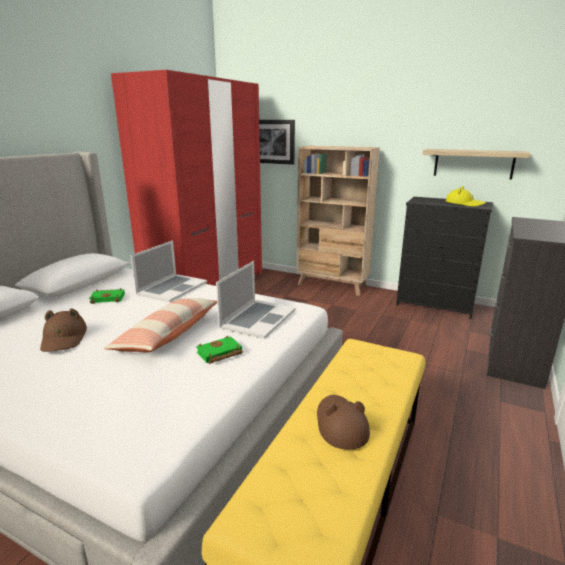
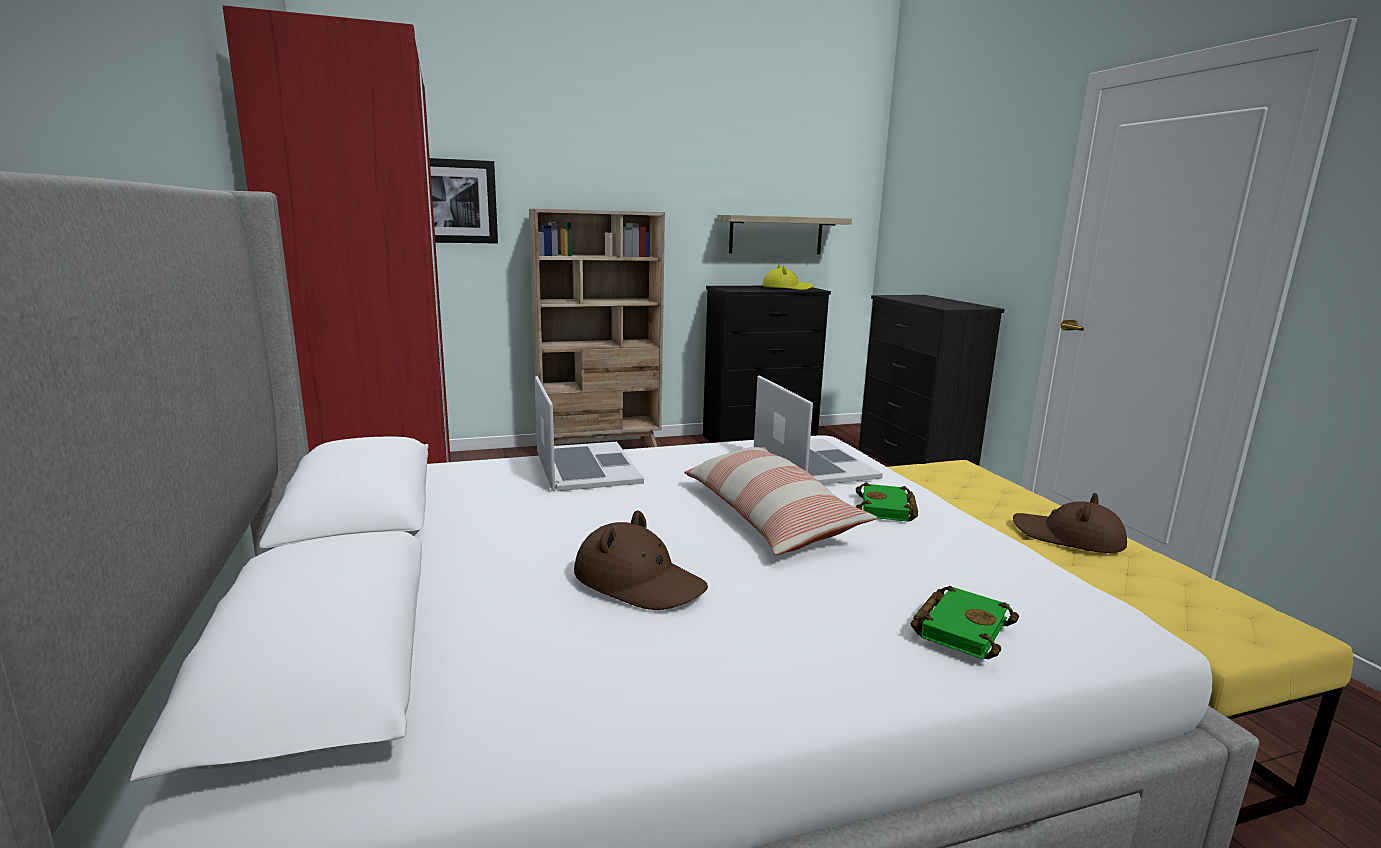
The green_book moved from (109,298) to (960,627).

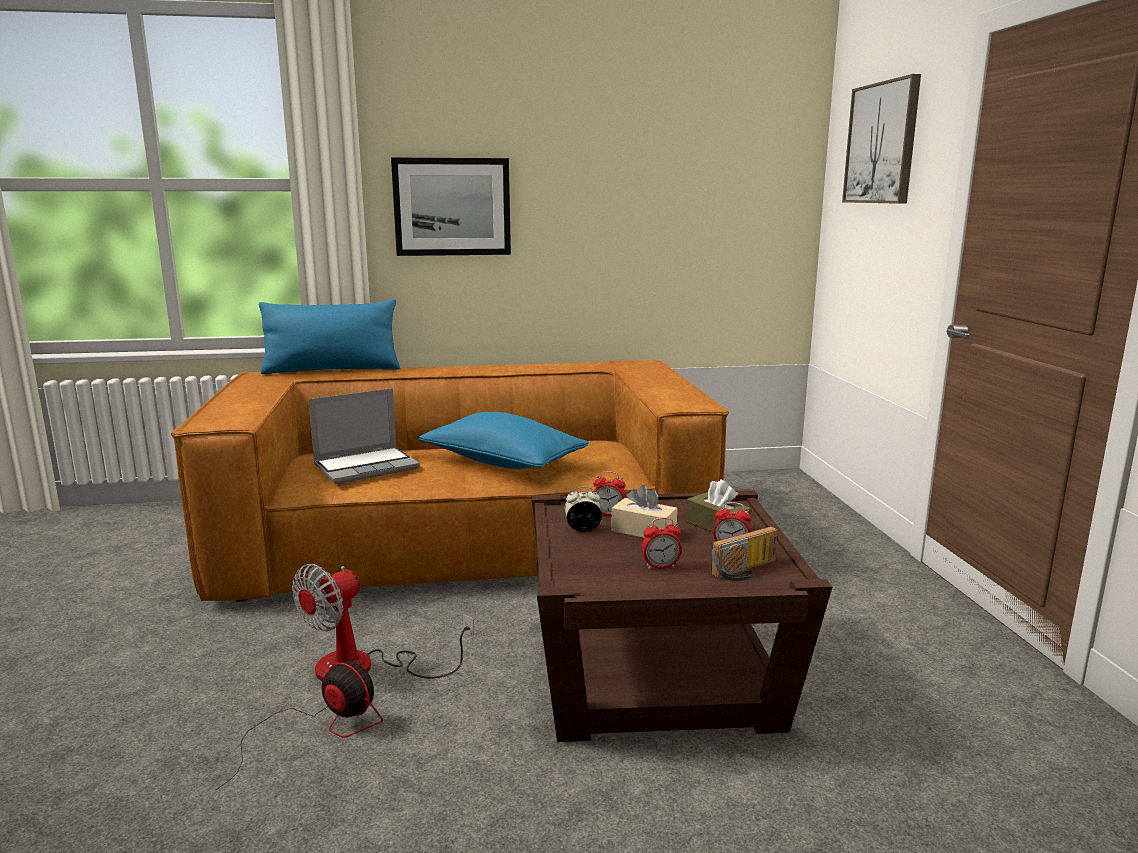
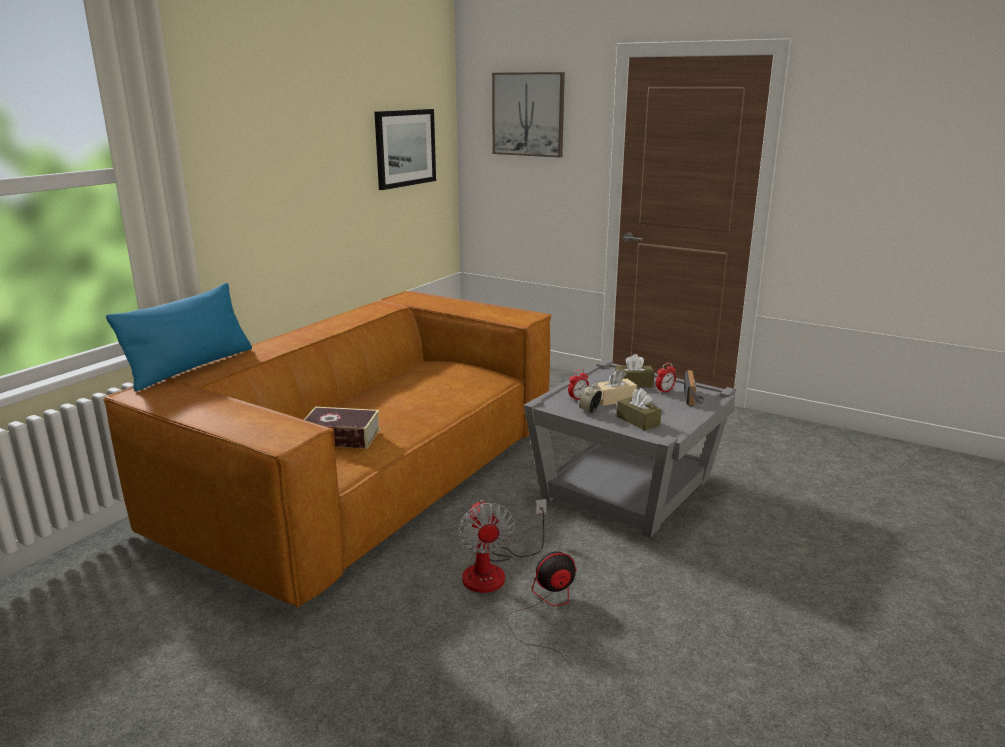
The blue_pillow at (503,463) disappeared. The alarm_clock at (660,566) disappeared. The brown_tissue_box at (638,421) appeared. The picture moved from (452,207) to (405,148). The laptop at (367,466) was replaced by the book at (341,437). The brown_side_table at (656,677) became the grey_side_table at (625,488).

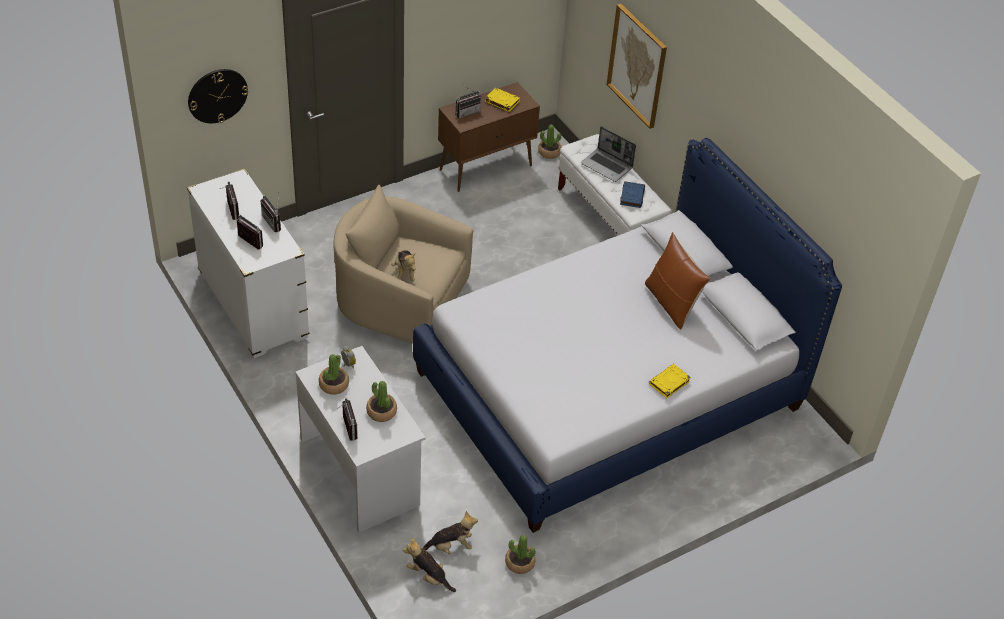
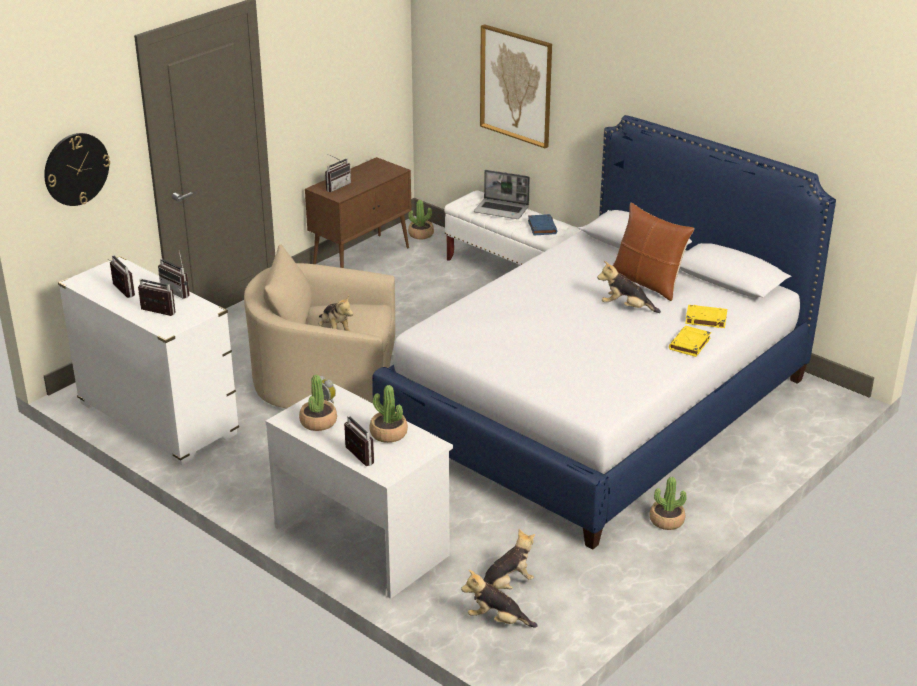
The plush_toy at (626,308) appeared. The yellow_book moved from (501,101) to (705,319). The potted_plant moved from (519,563) to (666,520).

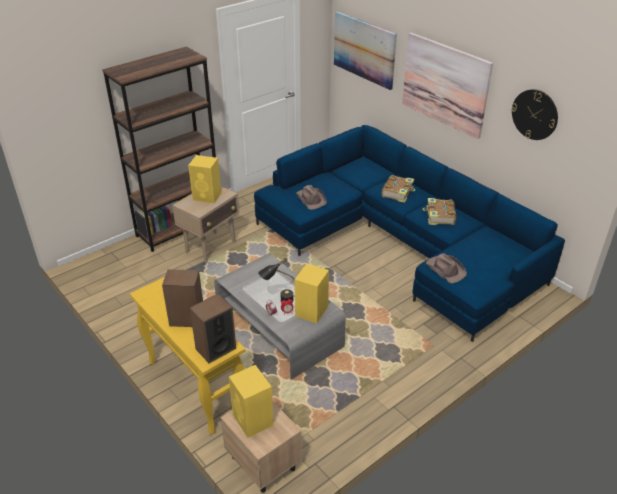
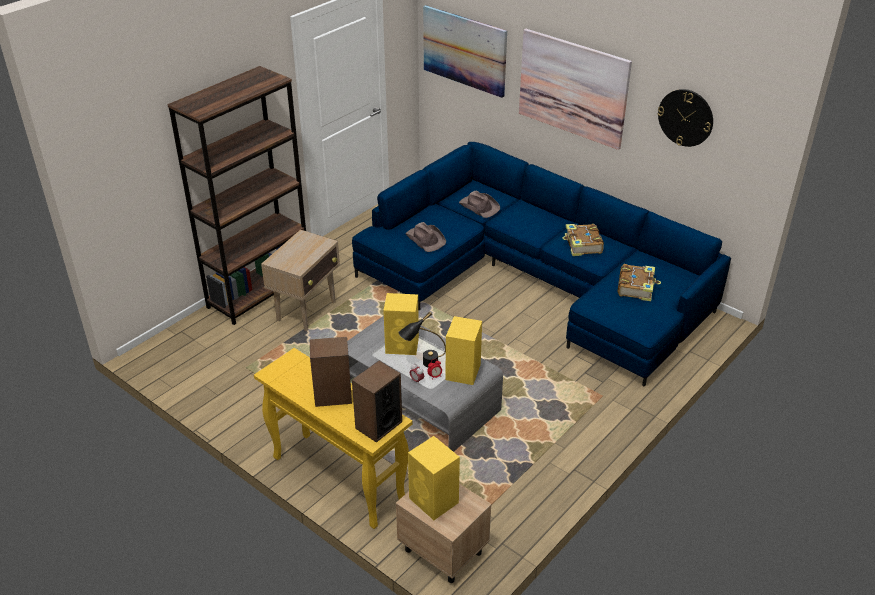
The yellow_speaker moved from (207,196) to (403,345). The book moved from (398,193) to (636,287). The brown_hat moved from (445,269) to (479,206).

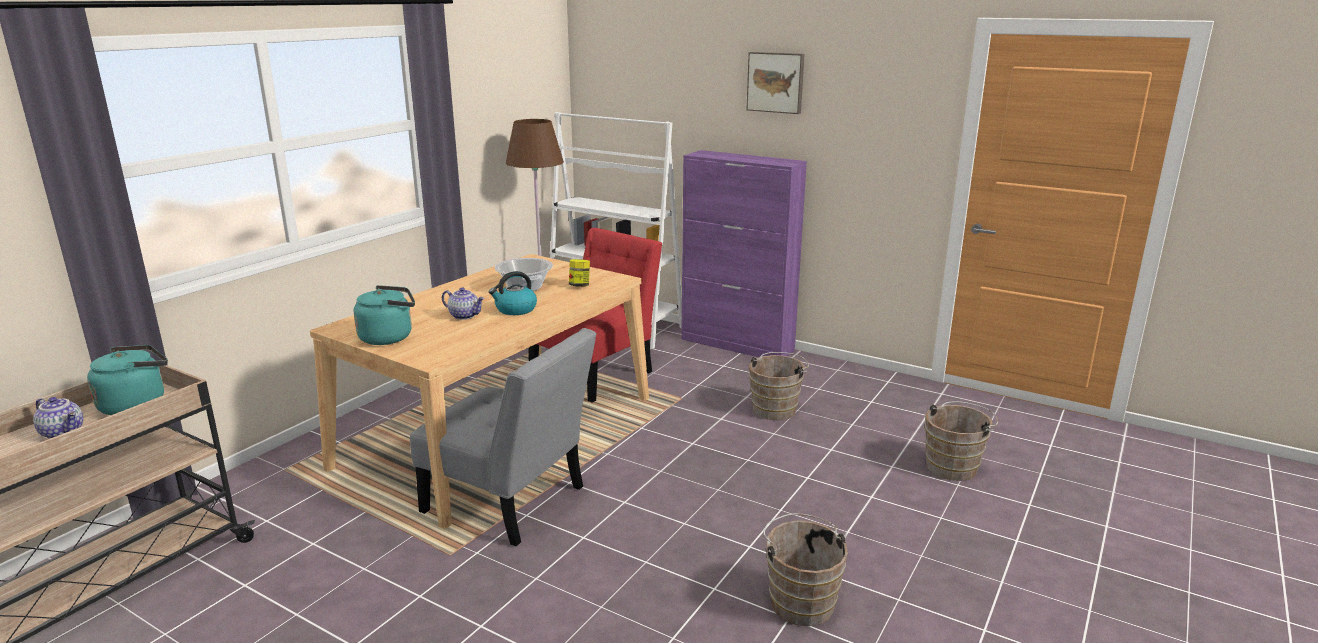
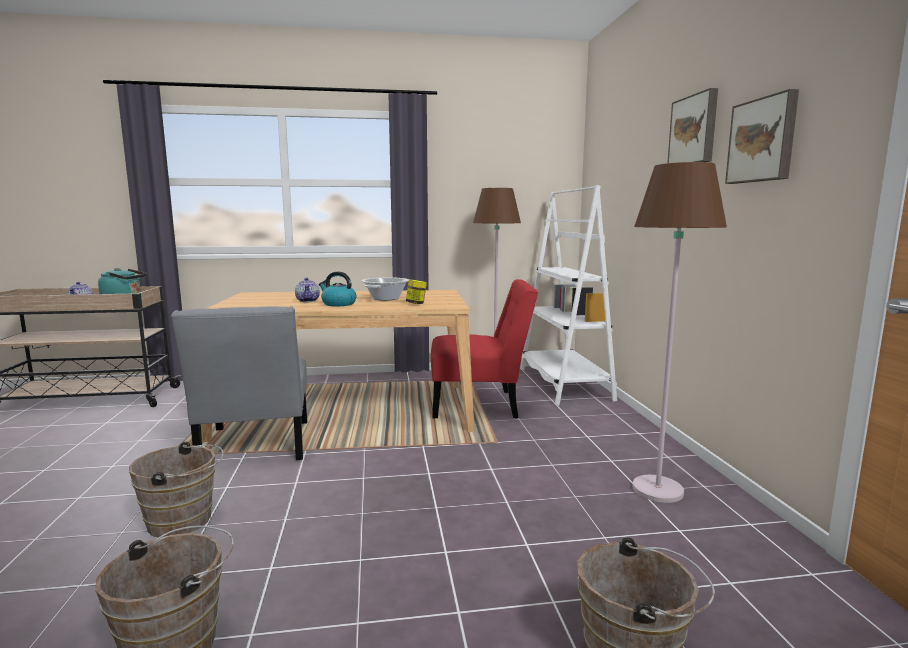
The turquoise_kettle at (389,337) disappeared. The purple_cabinet at (737,345) disappeared. The brown_floor_lamp at (658,490) appeared. The picture at (763,140) appeared. The brown_bucket moved from (776,409) to (185,521).

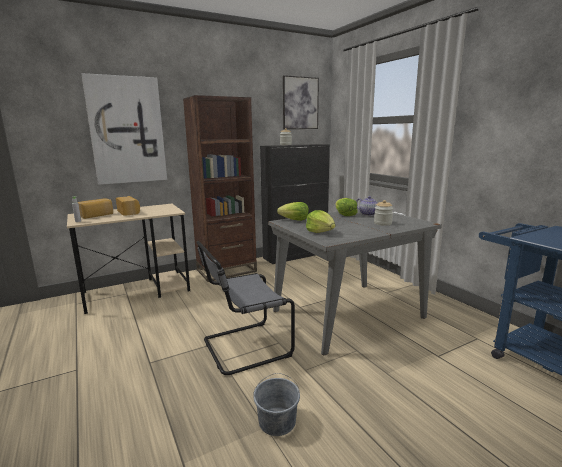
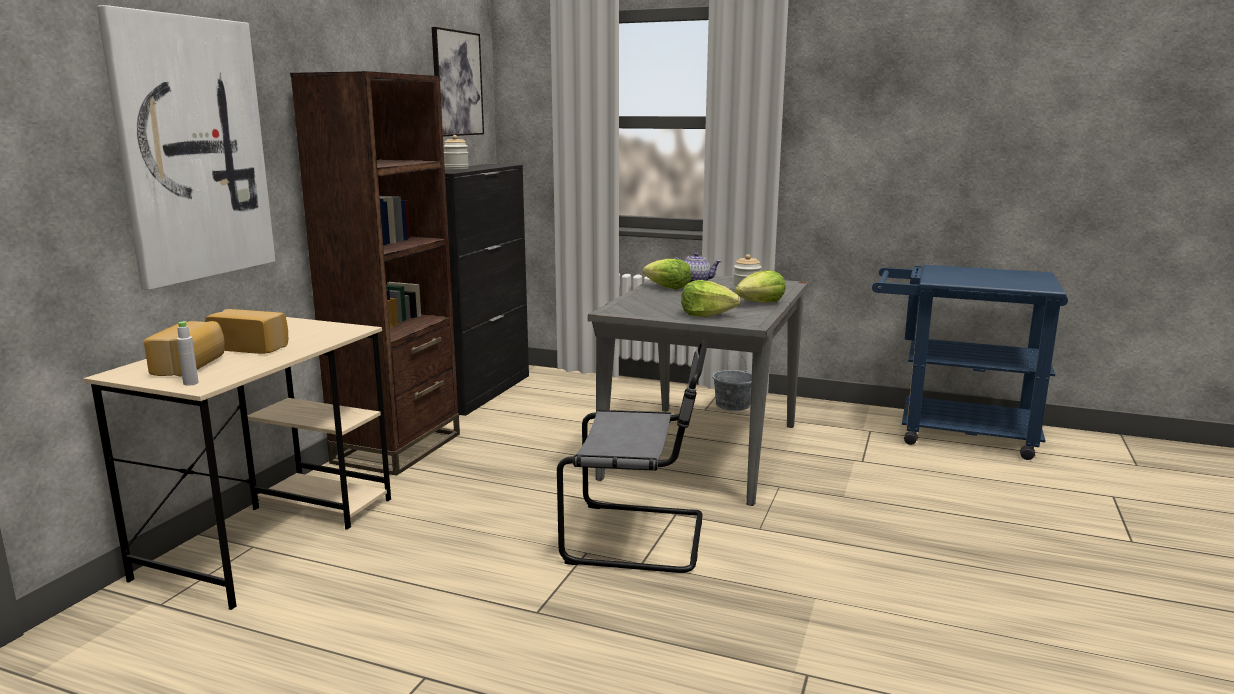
The grey_bucket moved from (277,421) to (733,405). The lettuce moved from (294,220) to (760,303). The grey_chair at (243,348) turned 105 degrees counterclockwise.

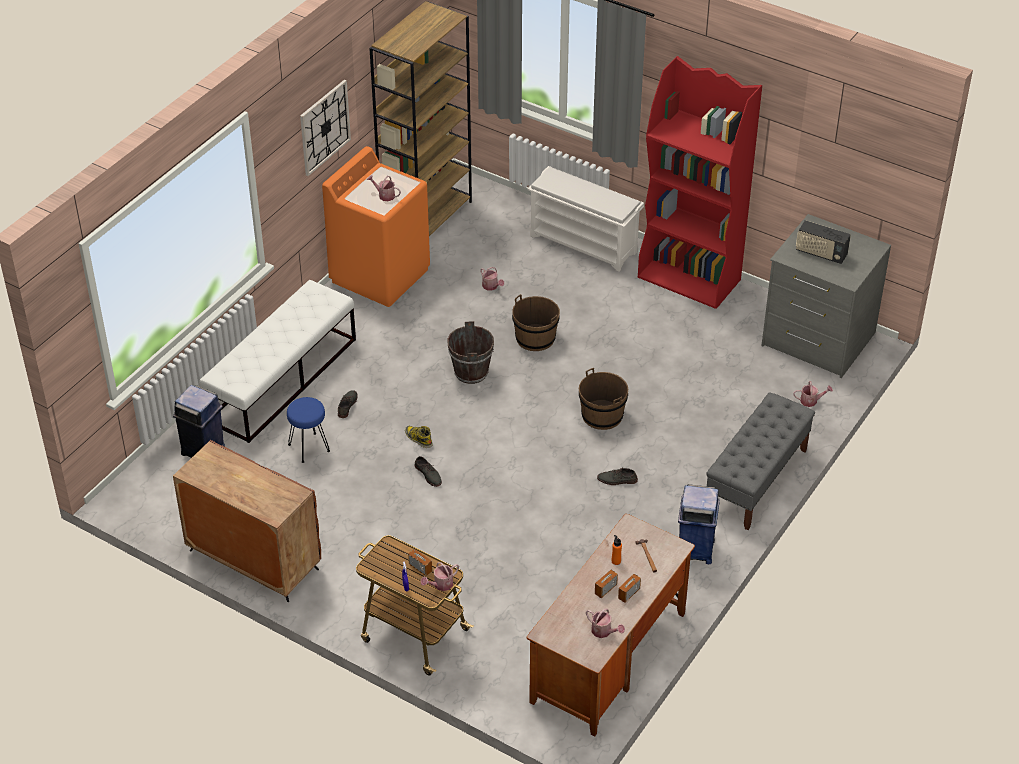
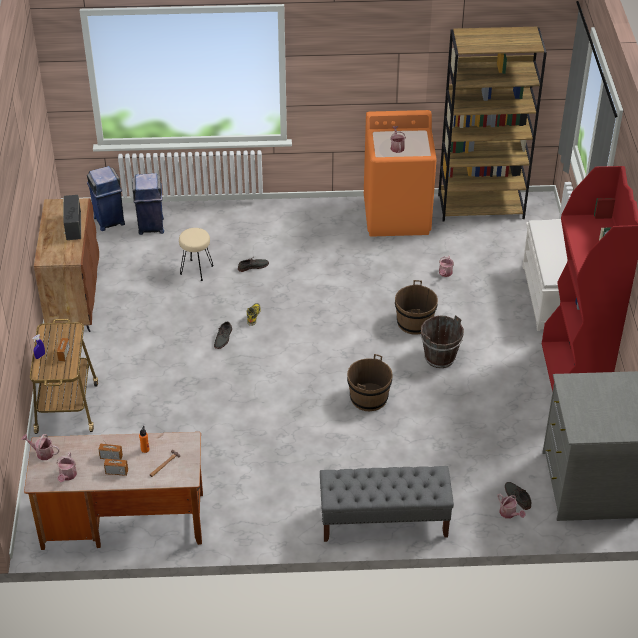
The white_bench at (282,379) disappeared. The wall_clock at (324,127) disappeared. The watering_can moved from (440,585) to (42,453). The brown_bucket moved from (471,372) to (439,357). The grey_shoe moved from (617,480) to (517,497). The blue_trash_can moved from (695,549) to (109,220). The radio moved from (821,253) to (73,227). The blue_stool at (309,447) became the beige_stool at (197,270).

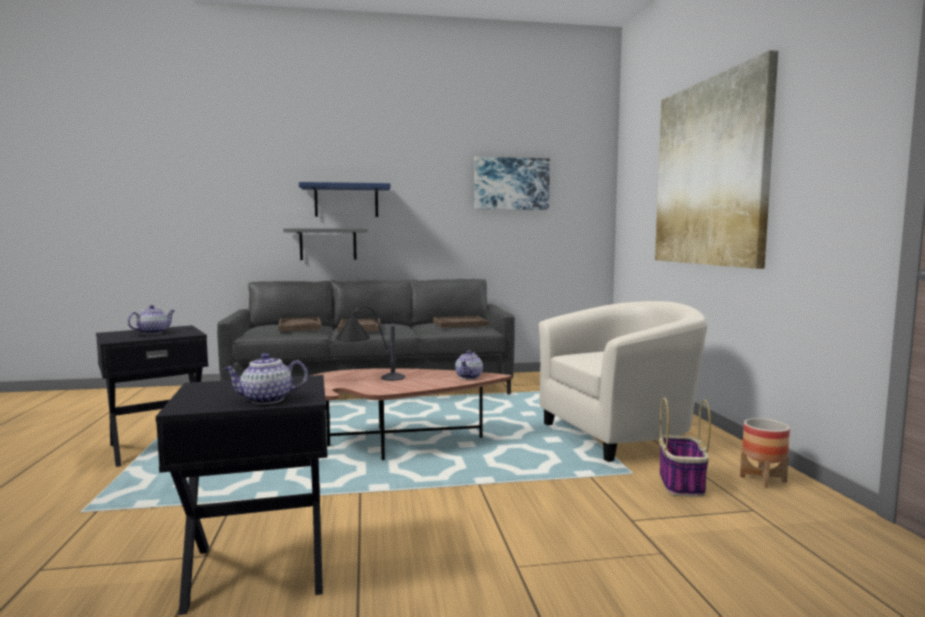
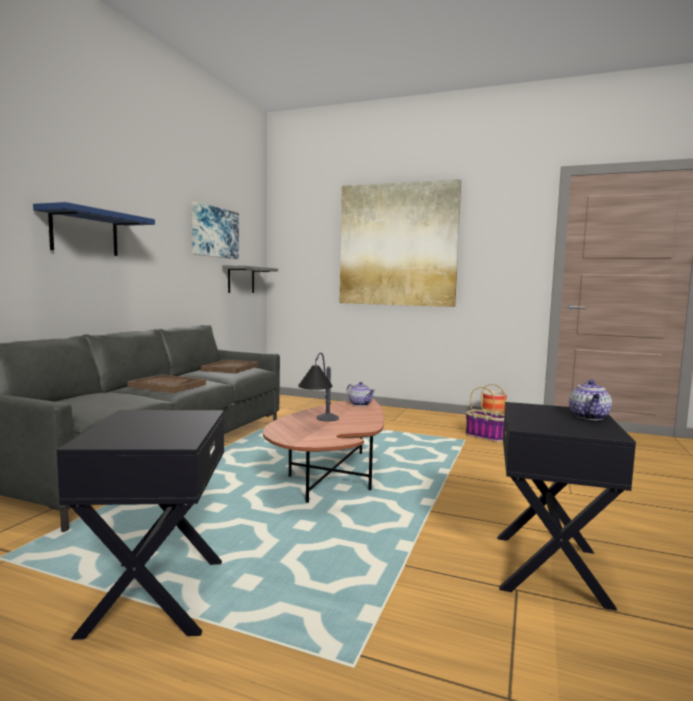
The teapot at (153,332) disappeared. The brown_tray at (299,326) disappeared. The beige_armchair at (620,435) disappeared. The grey_shelf moved from (328,244) to (241,280).

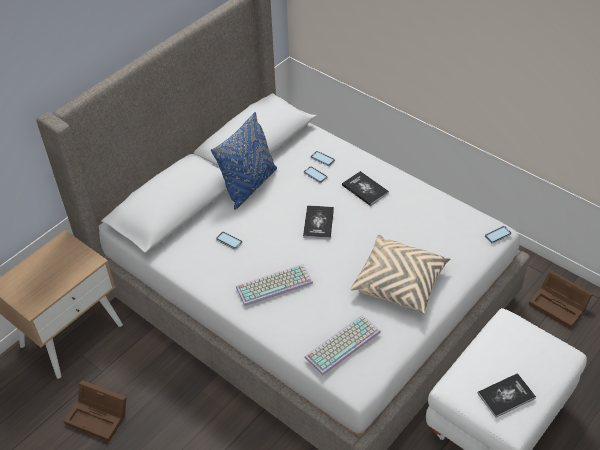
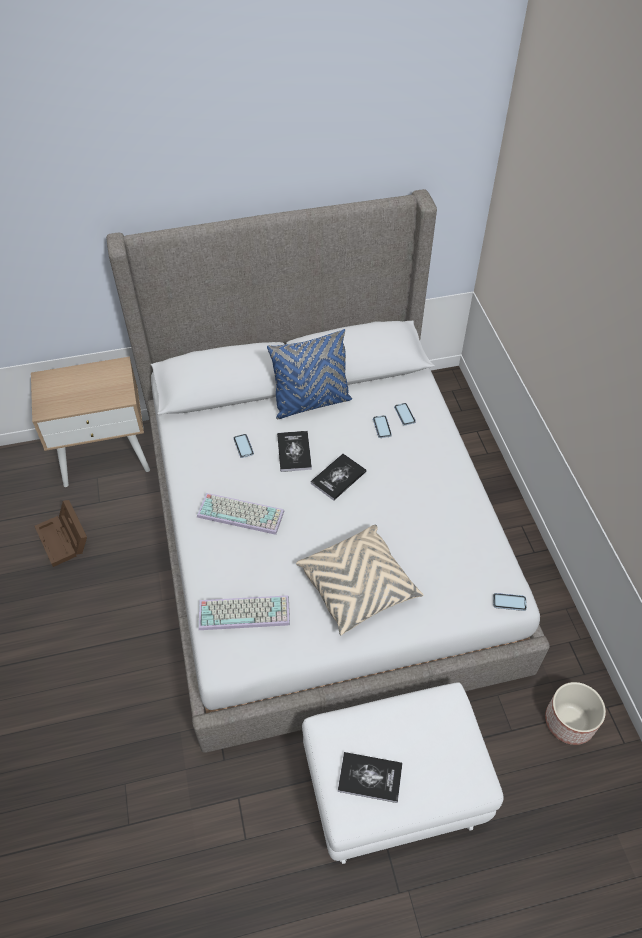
The book moved from (365,189) to (294,452). The brown_storage_box at (560,306) was replaced by the planter at (570,721).

